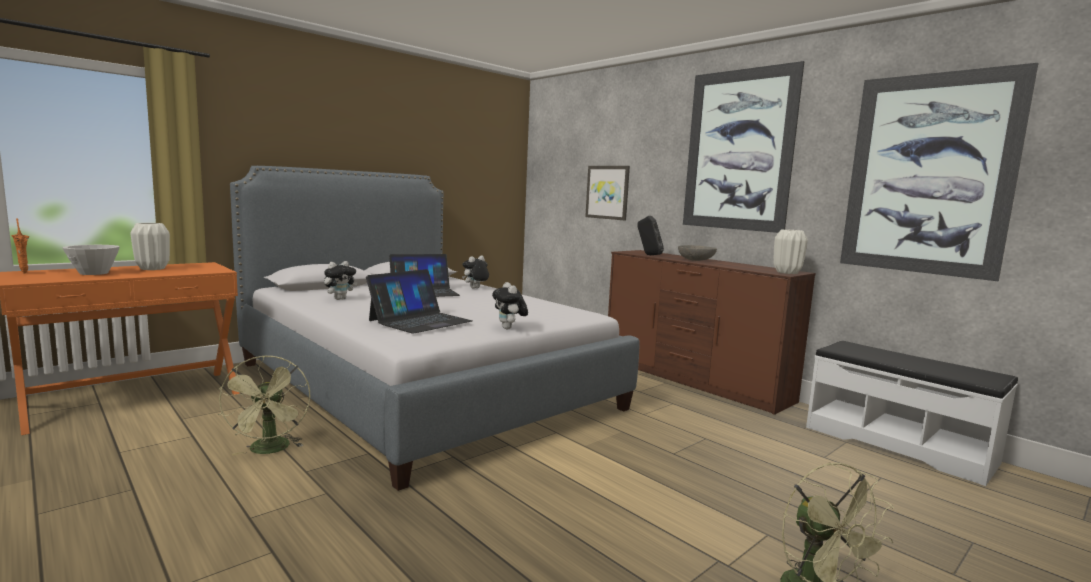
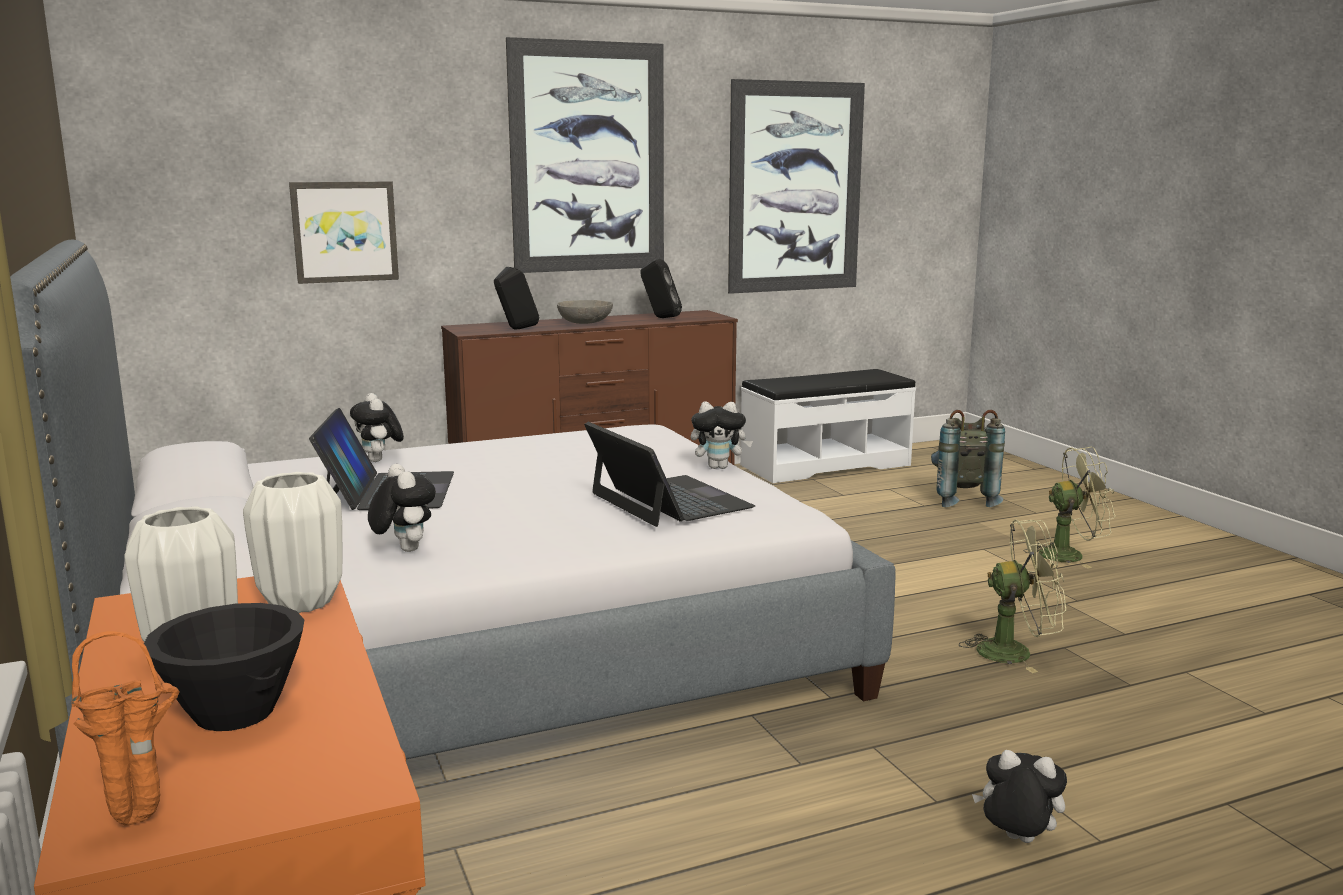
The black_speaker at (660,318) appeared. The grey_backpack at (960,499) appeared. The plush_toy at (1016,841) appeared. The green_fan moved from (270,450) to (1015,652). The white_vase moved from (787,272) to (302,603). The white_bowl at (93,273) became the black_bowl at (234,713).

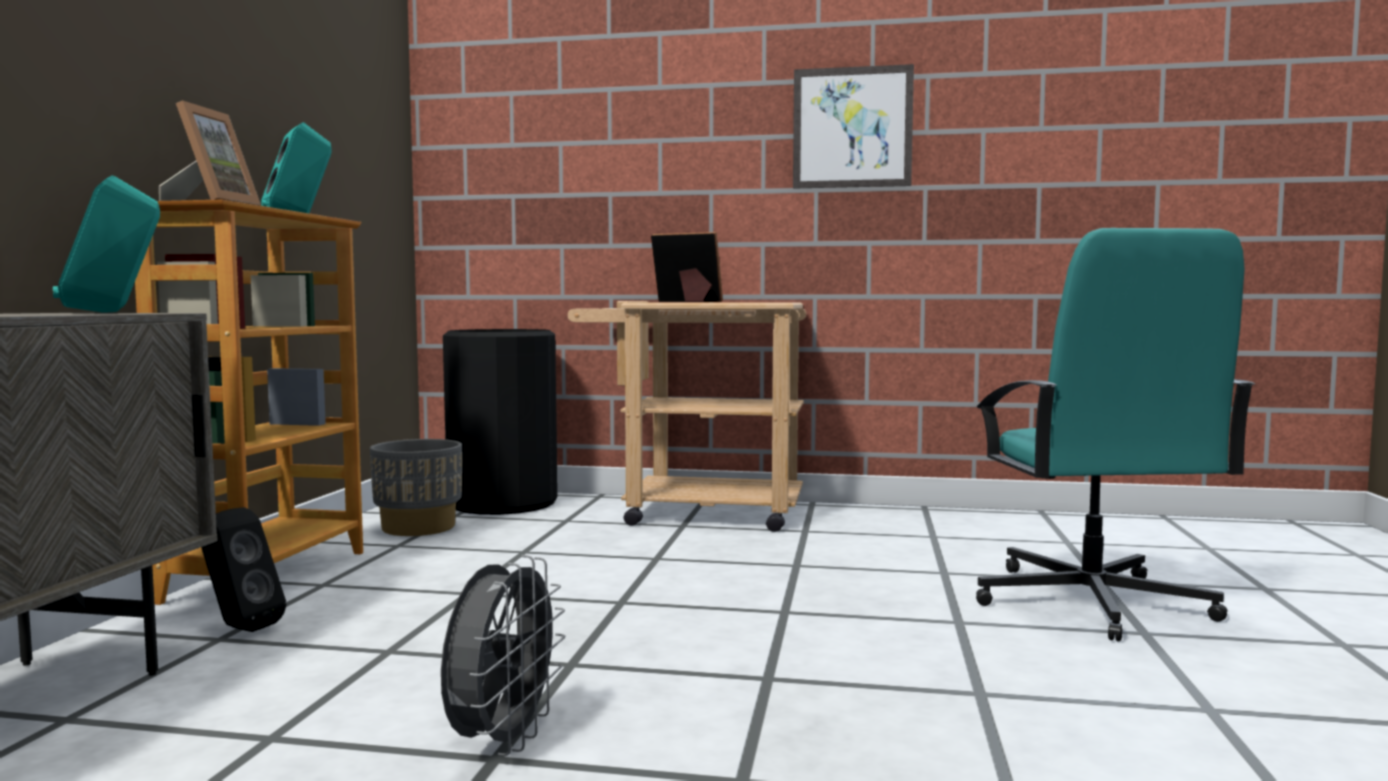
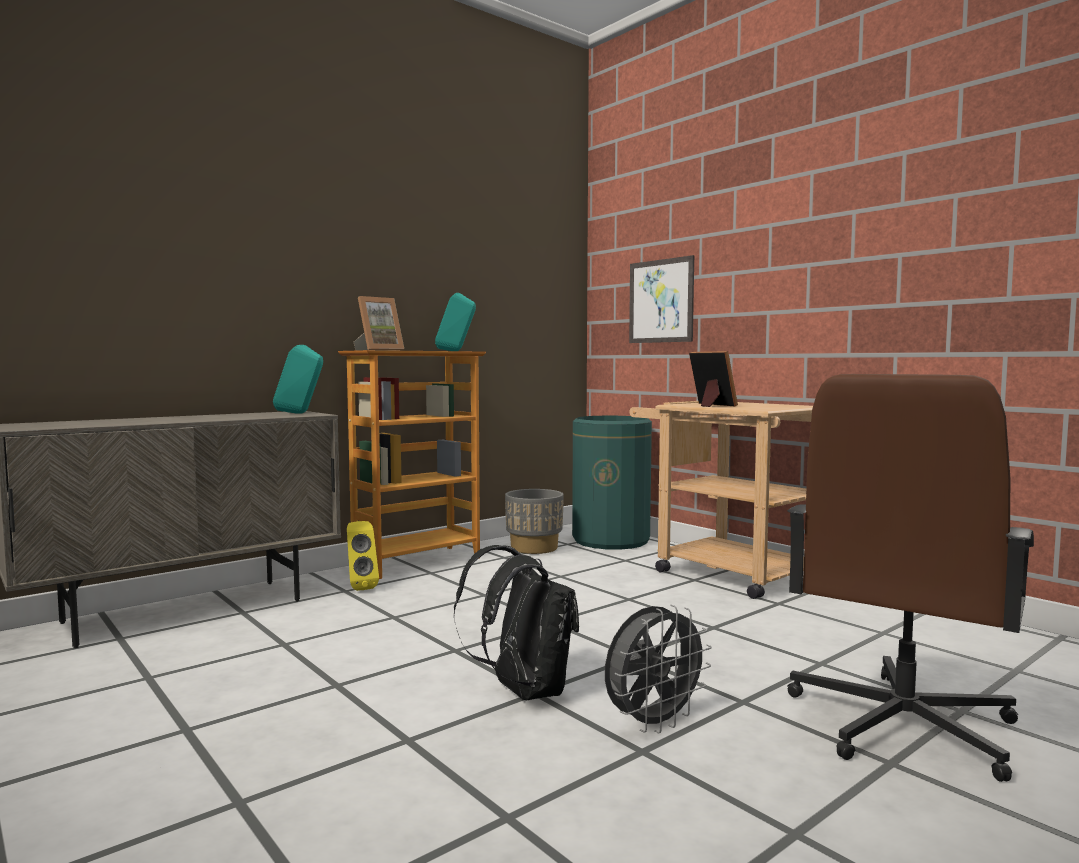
The black_backpack at (522,691) appeared. The grey_fan moved from (502,741) to (653,723). The picture moved from (852,127) to (661,301). The black_speaker at (239,628) became the yellow_speaker at (360,587). The black_trash_can at (503,503) became the green_trash_can at (611,540). The turquoise_office_chair at (1091,603) became the brown_office_chair at (900,725).

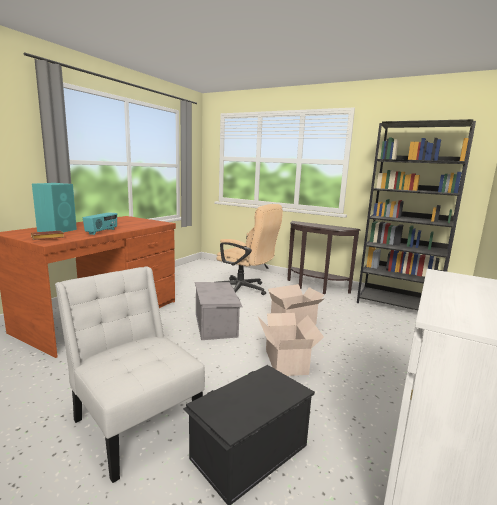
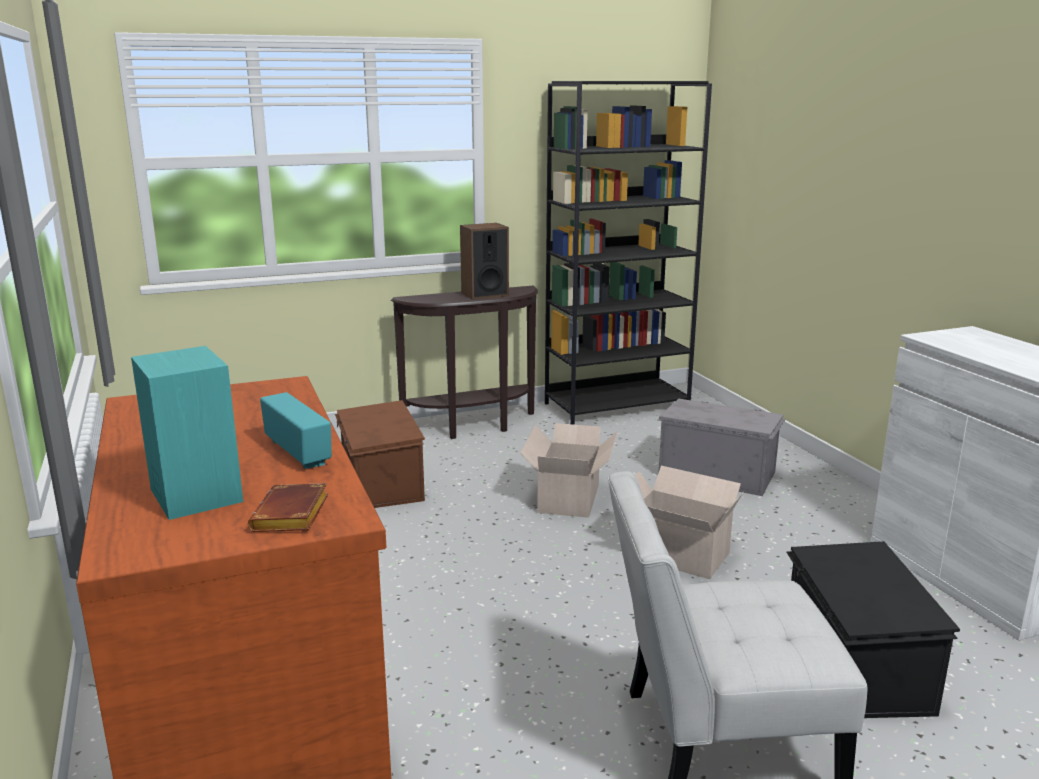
The speaker at (484,294) appeared. The grey_storage_box moved from (216,324) to (716,473). The beige_office_chair at (245,290) was replaced by the brown_storage_box at (380,483).

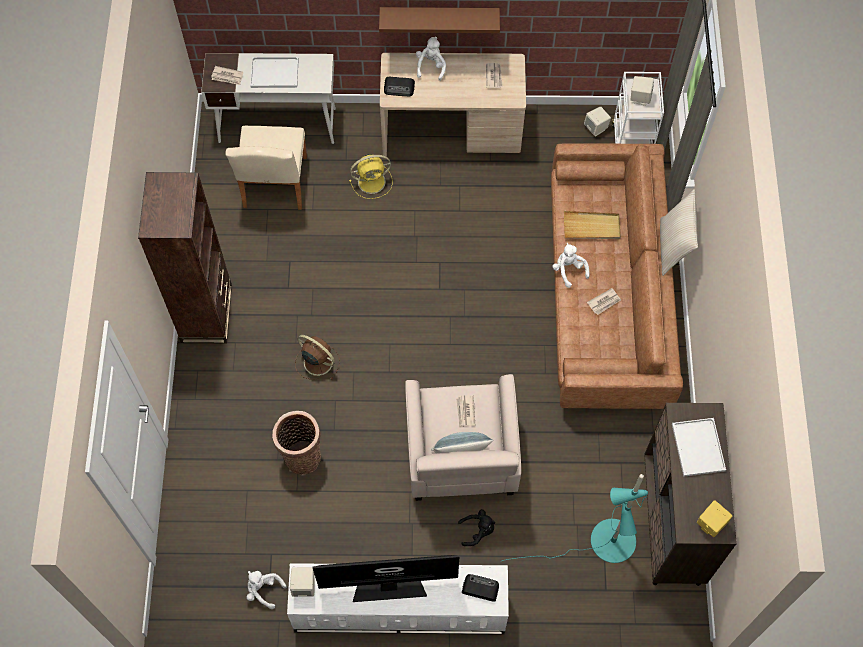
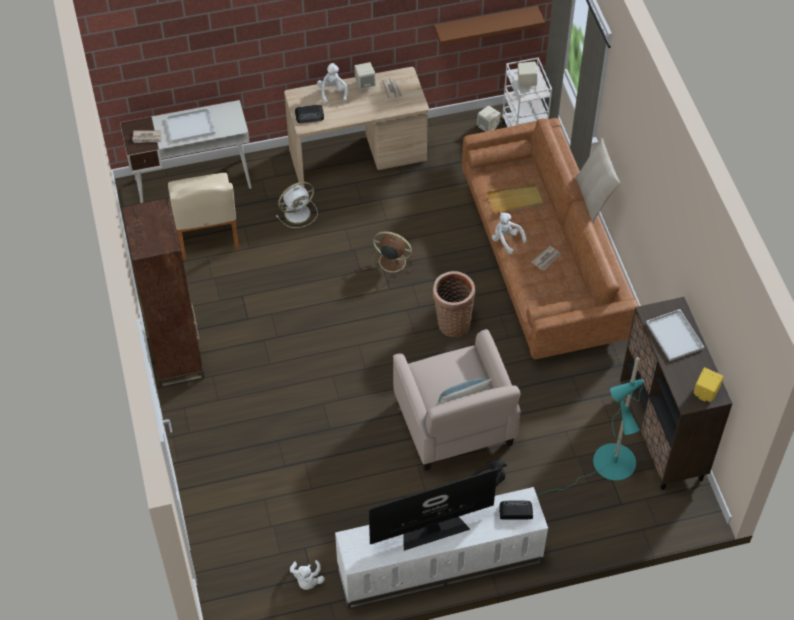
The newspaper at (465,412) disappeared. The basket moved from (301,455) to (452,322). The beige_speaker moved from (304,585) to (365,84). The brown_fan moved from (317,361) to (391,261). The brown_shelf moved from (439,17) to (485,24). The yellow_fan at (373,181) became the white_fan at (298,212). The white_plush_toy at (263,590) turned 105 degrees counterclockwise.

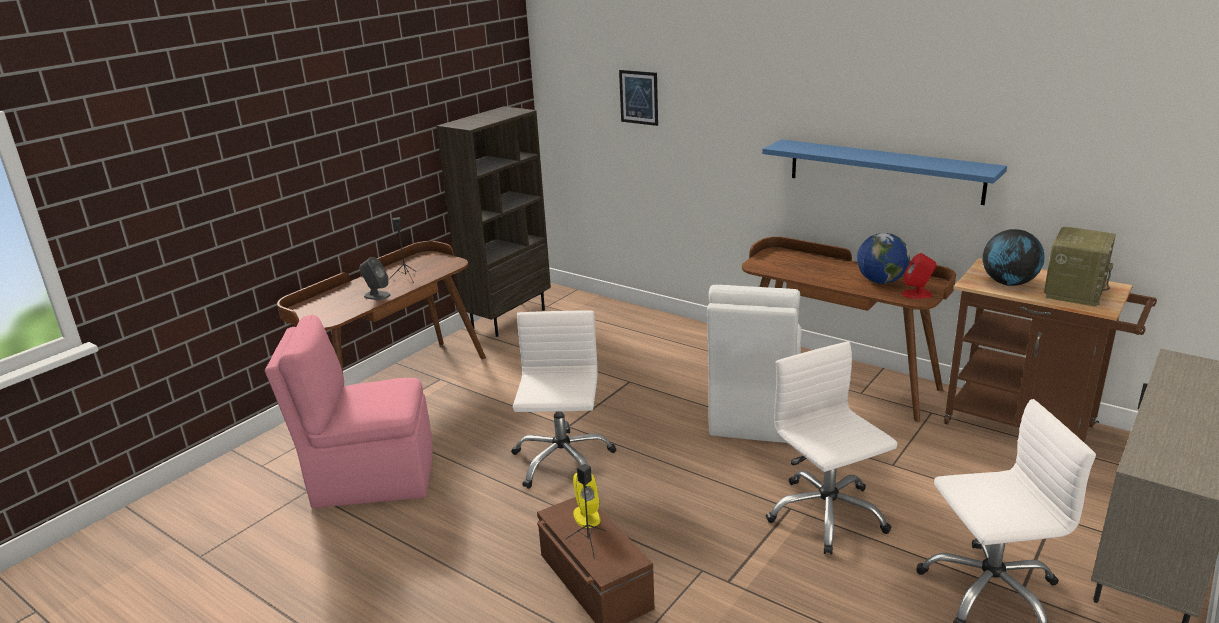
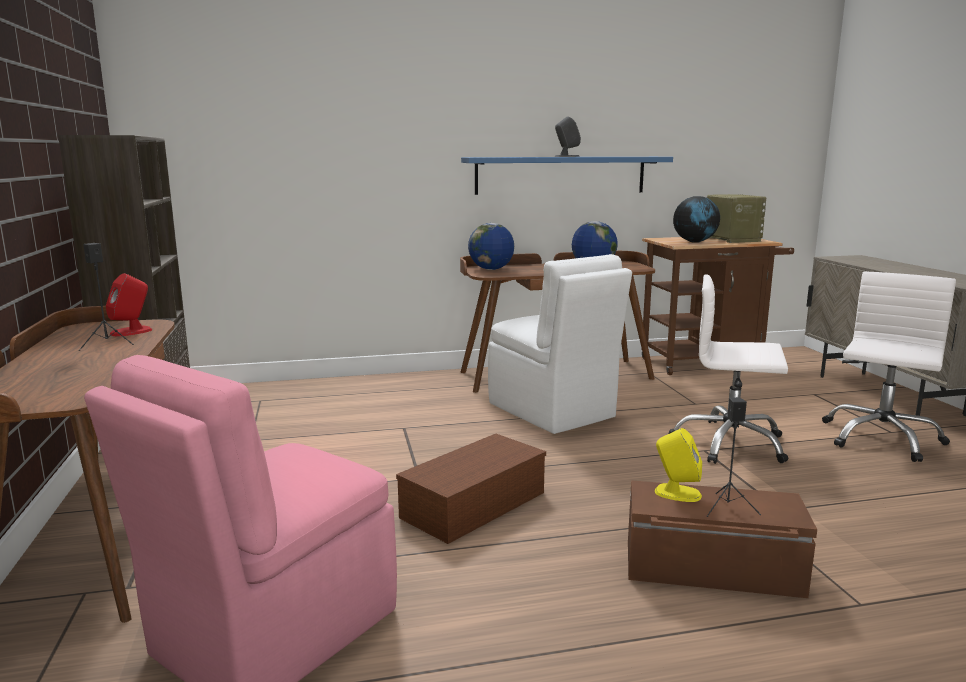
The picture at (639,97) disappeared. The globe at (491,269) appeared. The grey_speaker moved from (376,295) to (566,156). The red_speaker moved from (917,294) to (131,331). The white_office_chair at (562,461) was replaced by the brown_storage_box at (474,503).

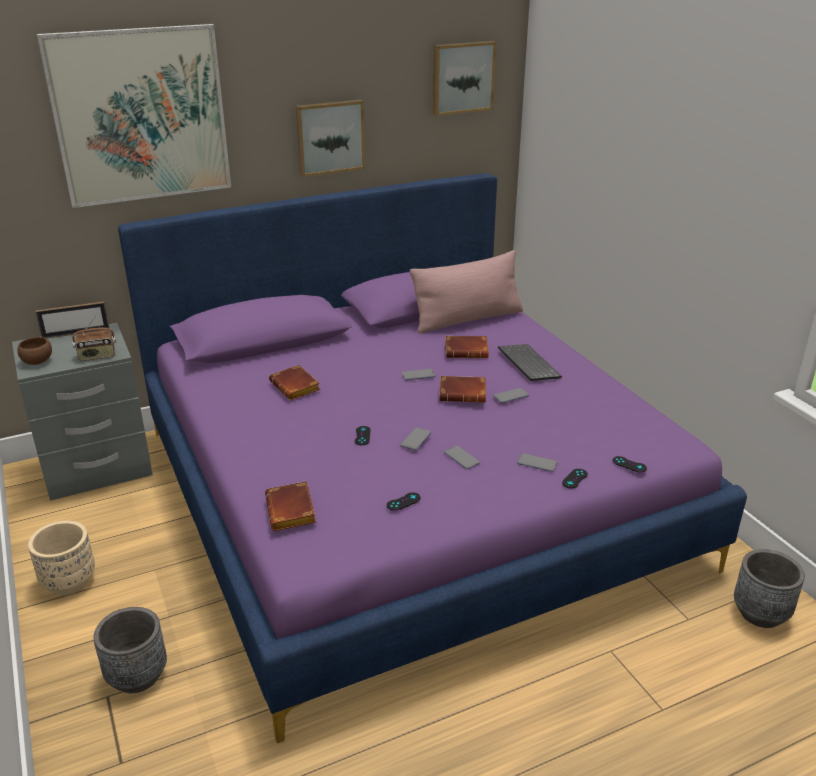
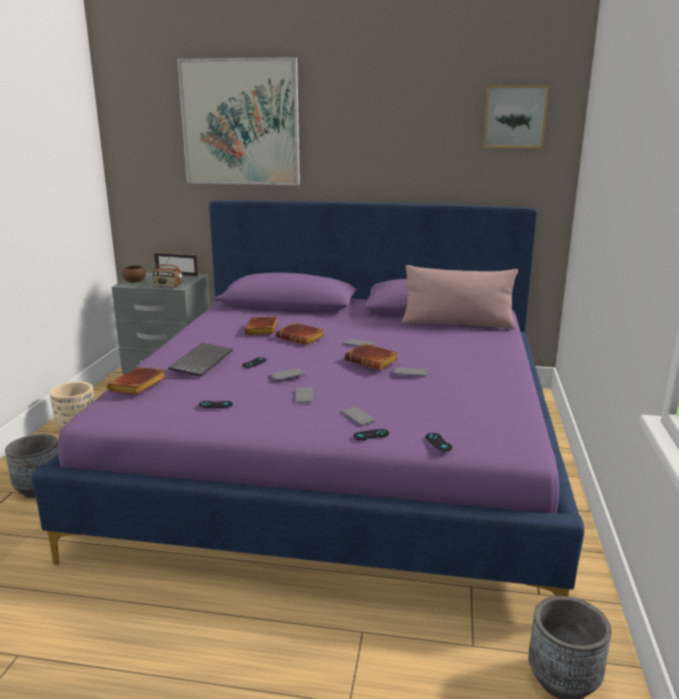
The picture at (329,137) disappeared. The brown_book moved from (467,351) to (302,338). The keyboard moved from (526,364) to (201,360).

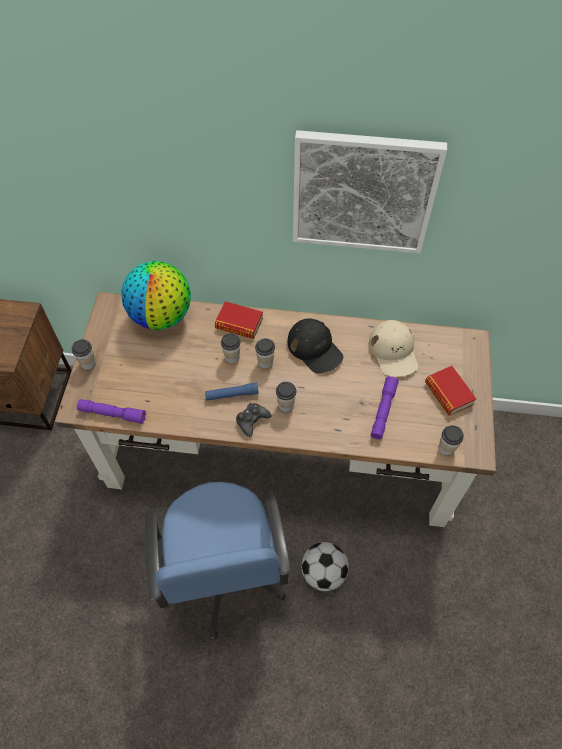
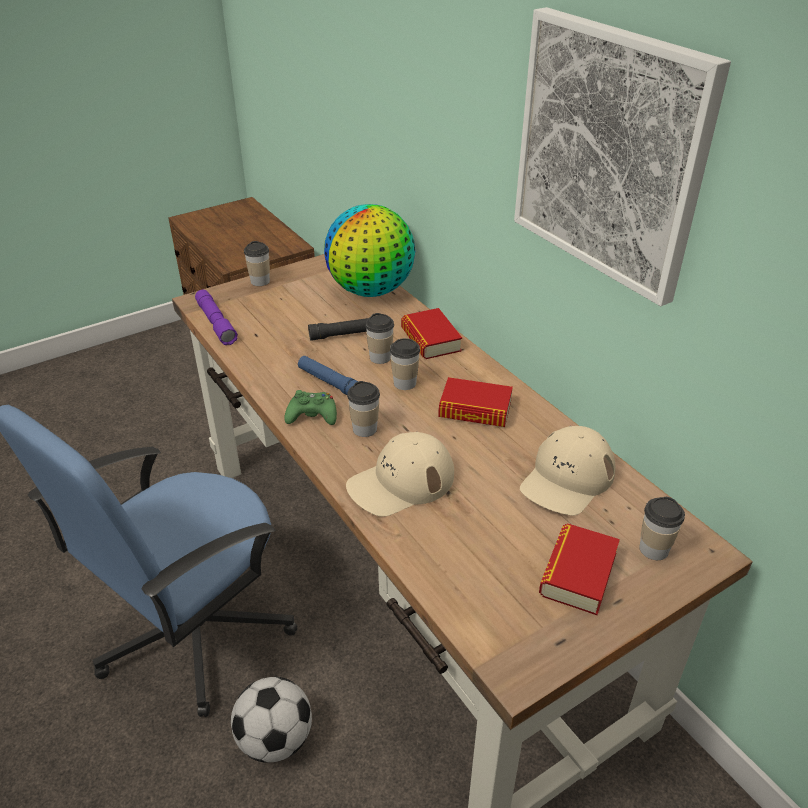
The purple_flashlight at (383,410) disappeared. The black_flashlight at (345,334) appeared. The beige_cap at (401,482) appeared. The cup moved from (446,448) to (653,549). The black_cap at (315,348) was replaced by the book at (475,409). The black_game_controller at (252,420) became the green_game_controller at (312,415).

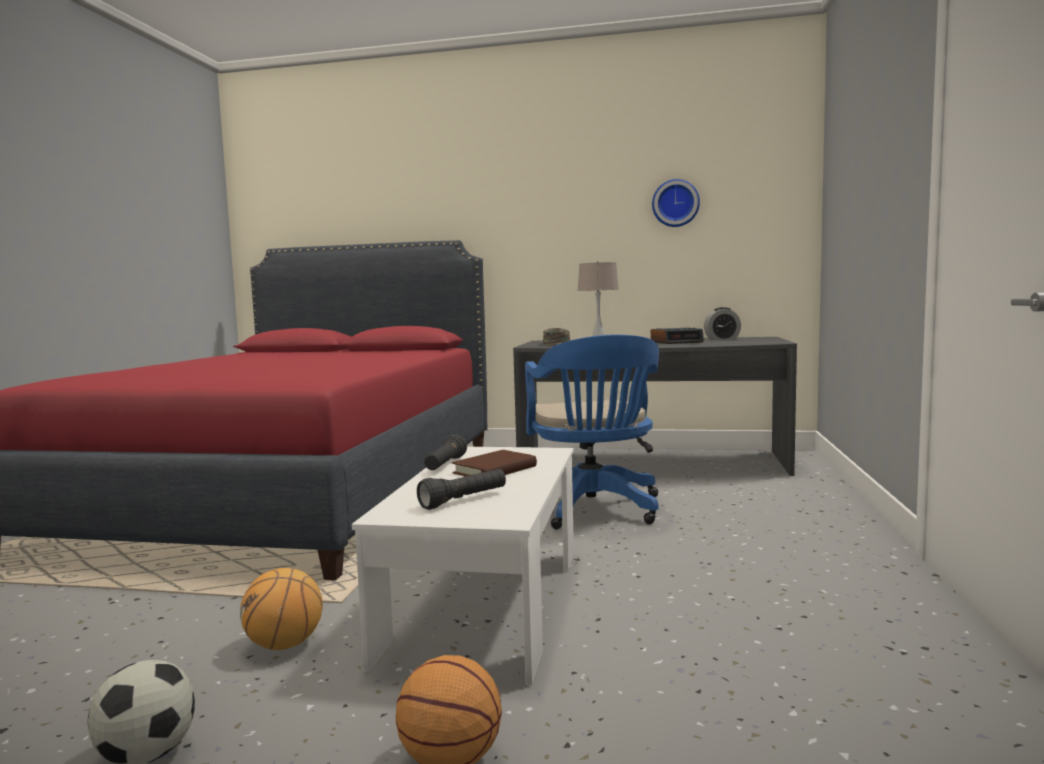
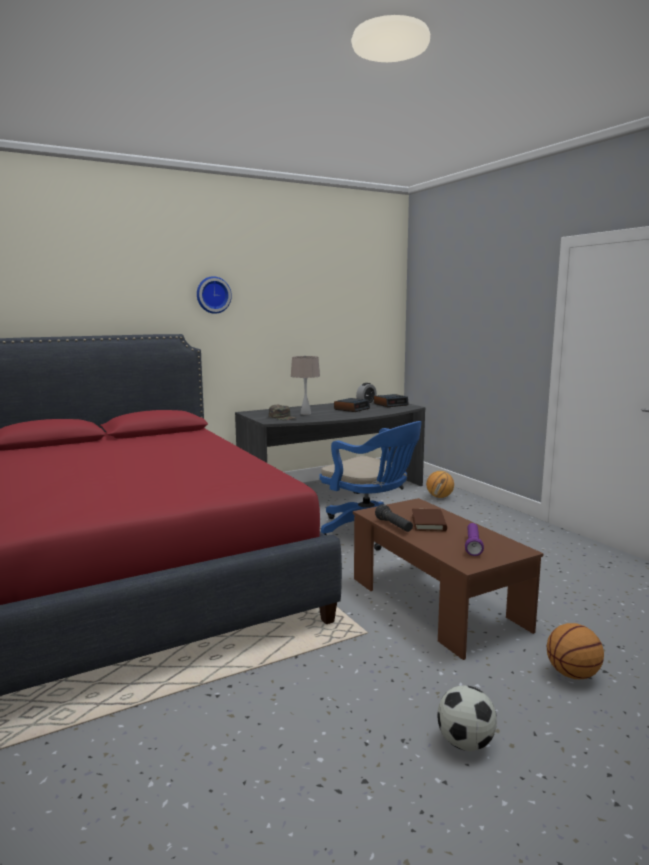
The alarm_clock at (391,404) appeared. The basketball moved from (285,645) to (439,497). The wall_clock moved from (675,203) to (213,295). The white_coffee_table at (487,602) became the brown_coffee_table at (436,603). The black_flashlight at (464,500) became the purple_flashlight at (473,545).

